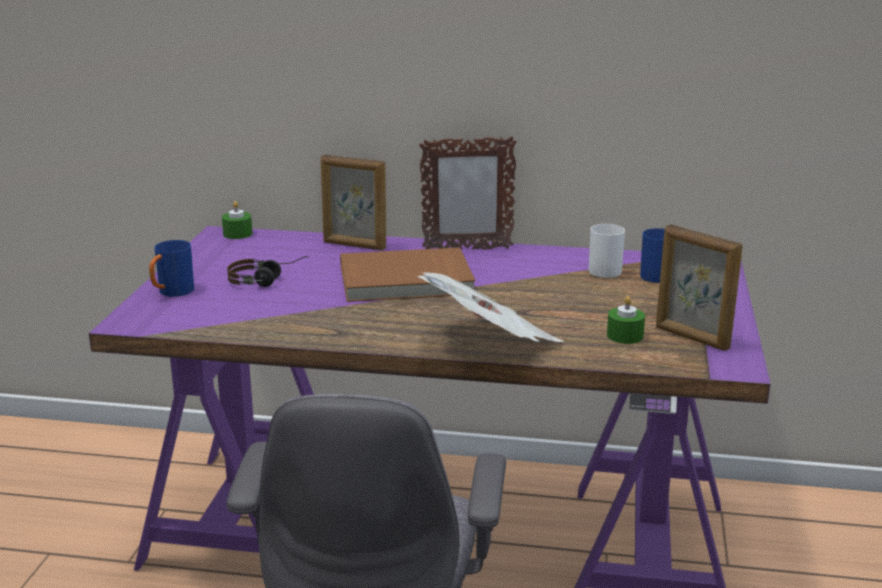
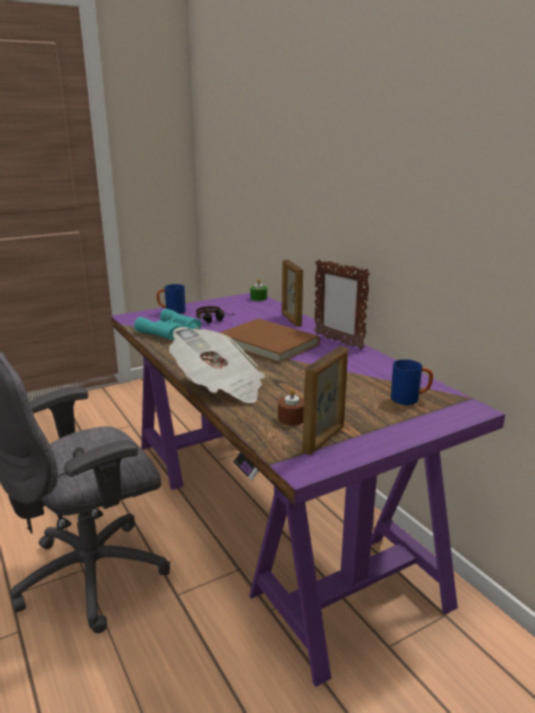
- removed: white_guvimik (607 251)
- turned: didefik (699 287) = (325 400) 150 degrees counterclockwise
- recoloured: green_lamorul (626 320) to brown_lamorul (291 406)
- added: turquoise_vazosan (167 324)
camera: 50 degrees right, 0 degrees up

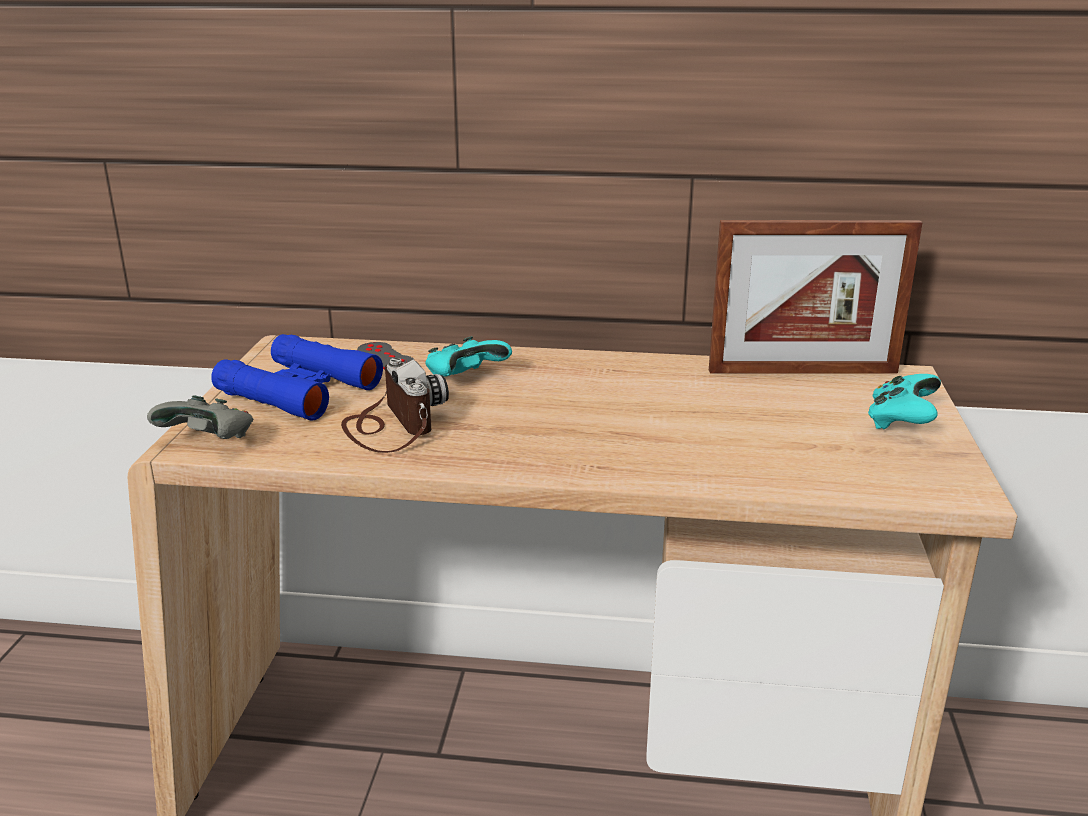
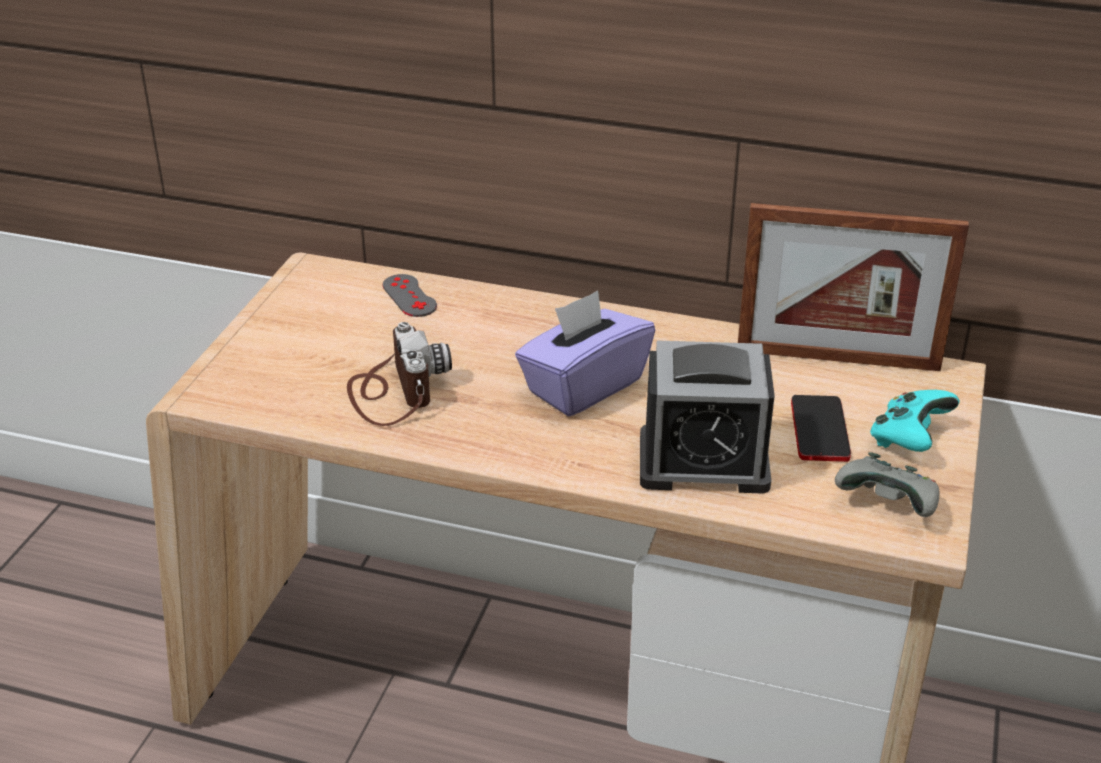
- removed: blue_vazosan (297 377)
- removed: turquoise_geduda (468 356)
- moved: grey_geduda (200 417) to (887 484)
- added: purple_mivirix (585 353)
- added: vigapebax (707 417)
- added: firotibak (821 428)
camera: 10 degrees right, 10 degrees up

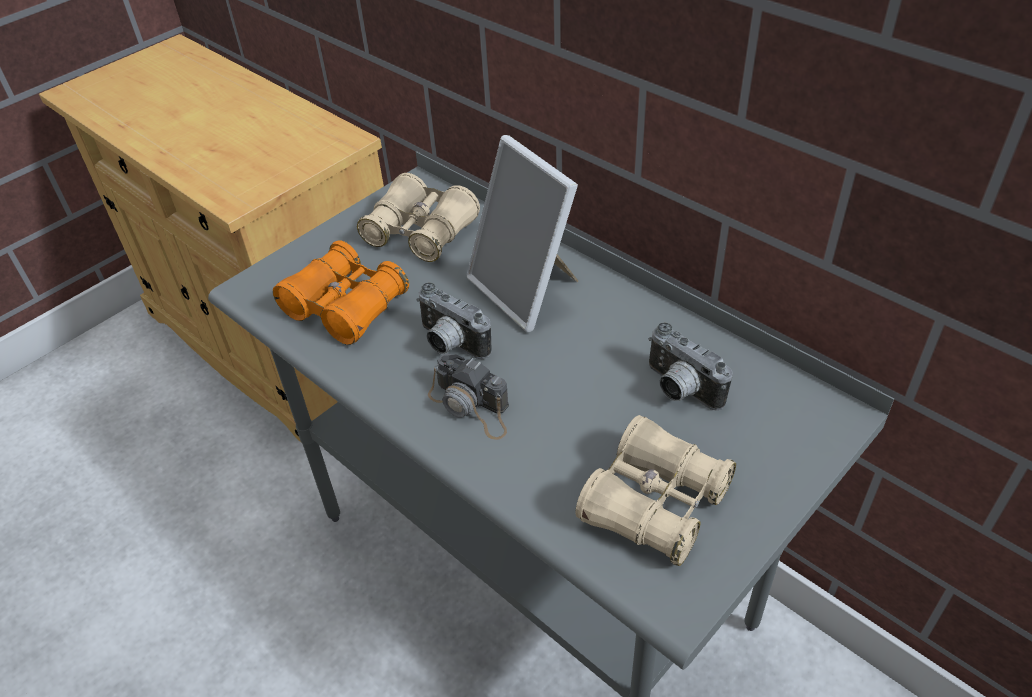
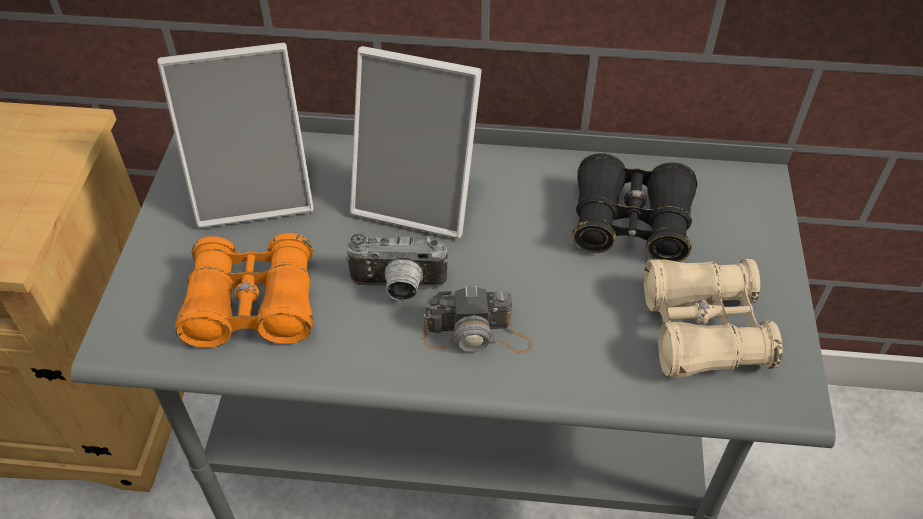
- replaced: beige_vazosan (418 217) to didefik (235 135)
- replaced: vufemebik (690 366) to black_vazosan (634 207)
camera: 40 degrees left, 5 degrees up

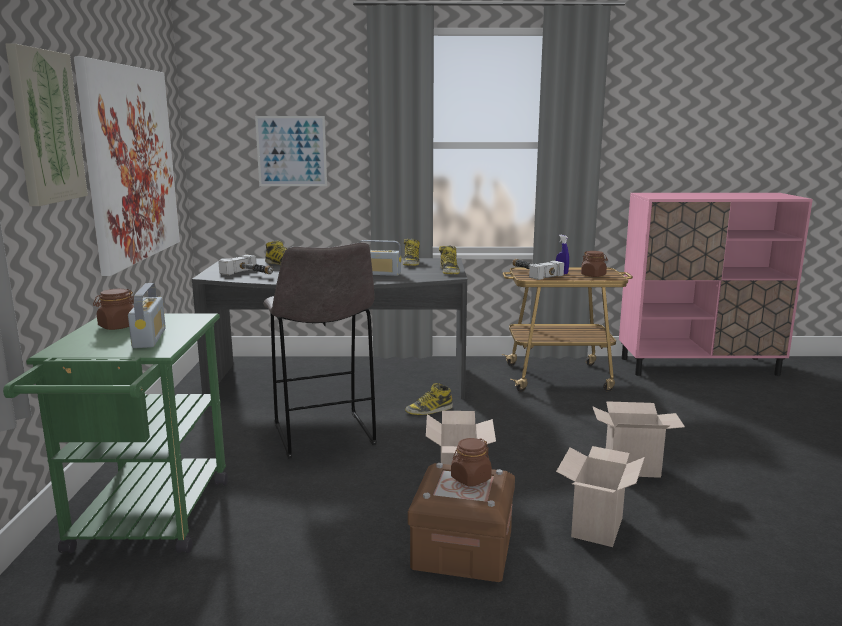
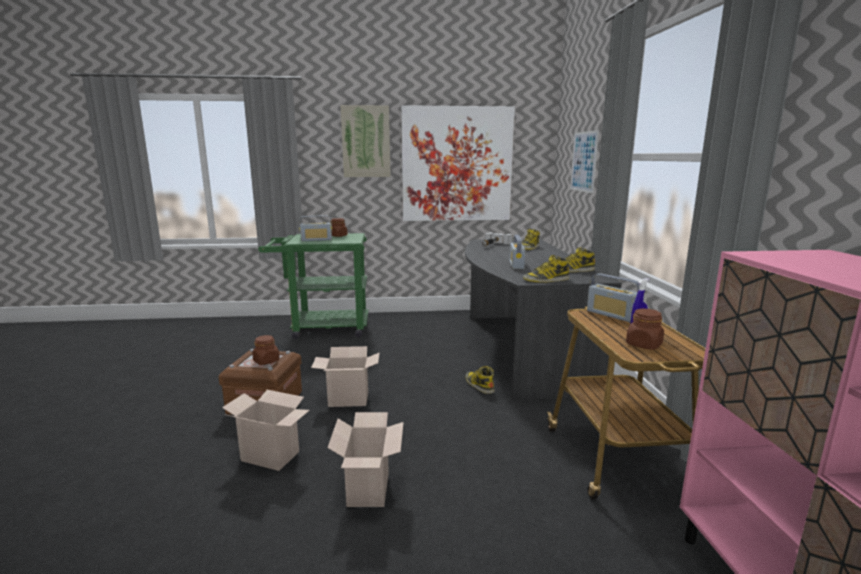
- removed: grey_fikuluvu (320 351)
- replaced: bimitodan (538 269) to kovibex (613 297)
camera: 85 degrees right, 0 degrees up

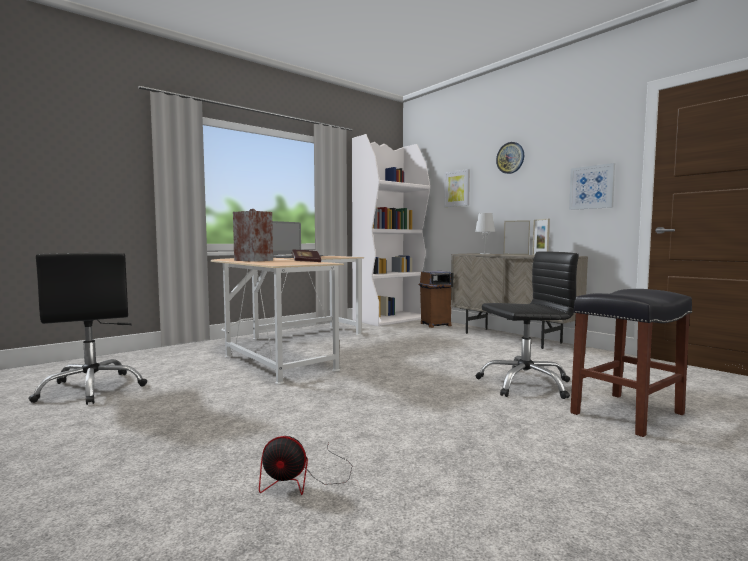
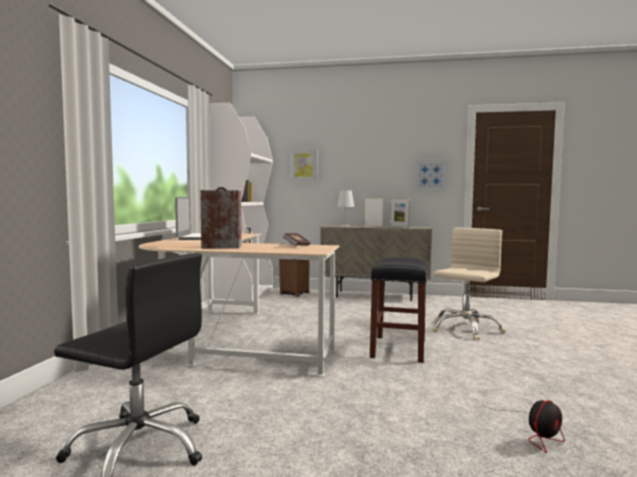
- removed: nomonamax (510 158)
- recoloured: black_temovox (527 325) to beige_temovox (468 284)
- moved: black_fikuluvu (631 363) to (398 310)
camera: 40 degrees left, 0 degrees up

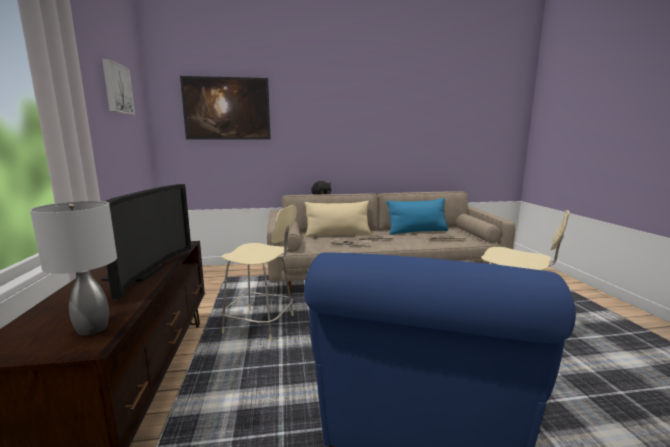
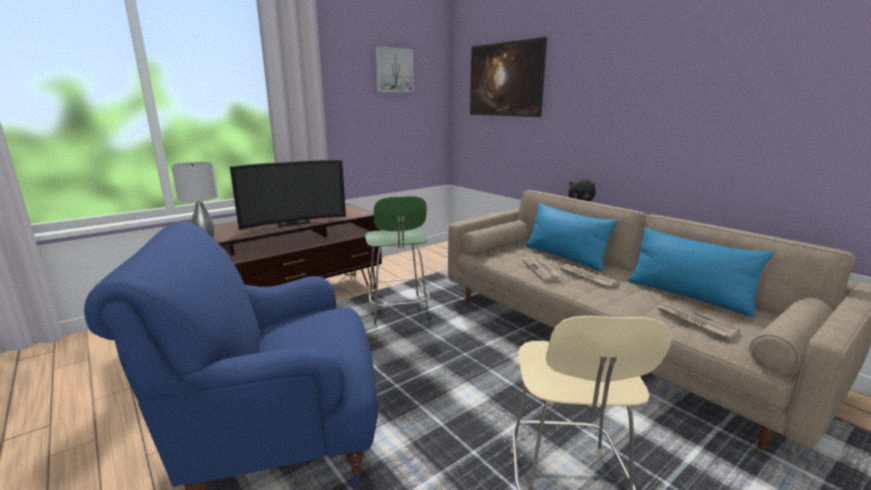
- recoloured: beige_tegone (338 219) to blue_tegone (571 237)
- recoloured: beige_fikuluvu (259 273) to green_fikuluvu (397 260)
camera: 60 degrees right, 5 degrees up

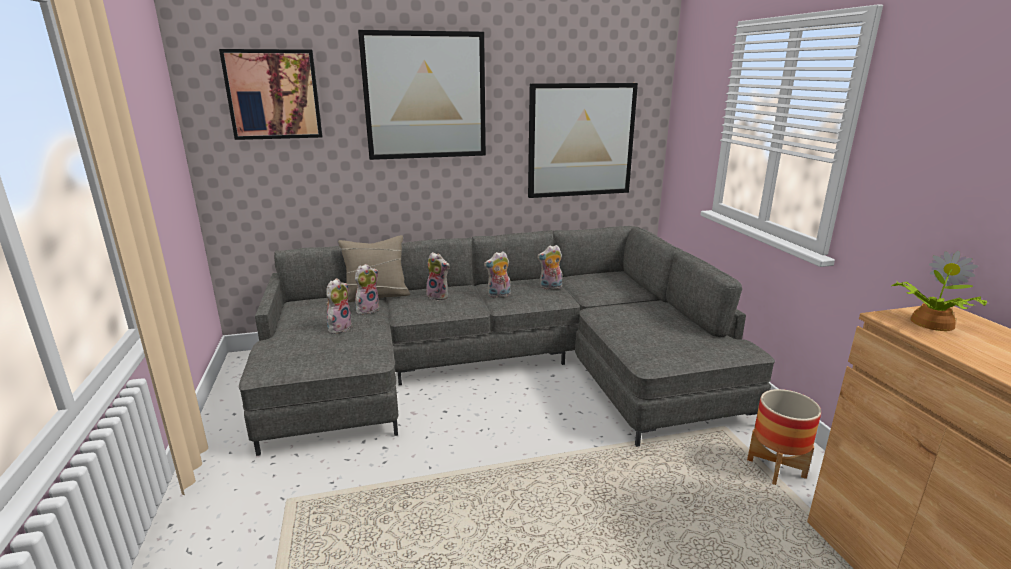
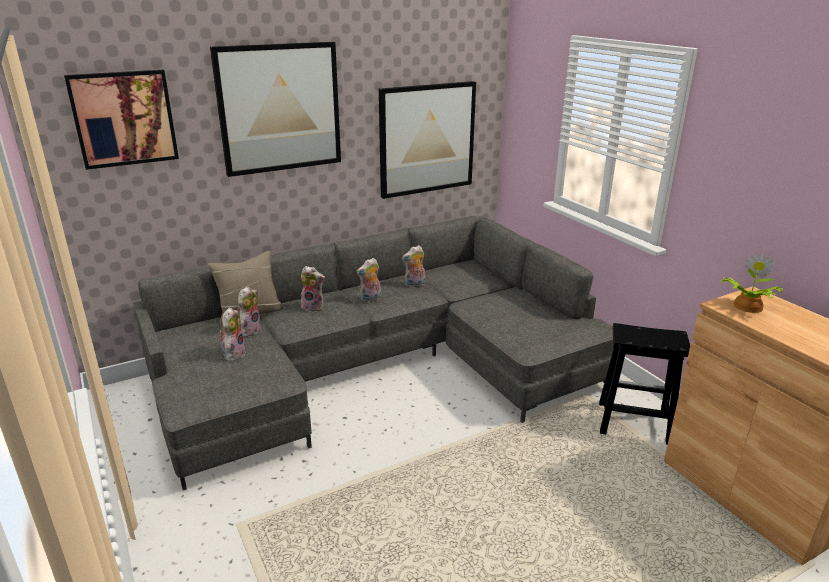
- replaced: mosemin (784 437) to black_fikuluvu (644 384)
camera: 15 degrees left, 5 degrees up

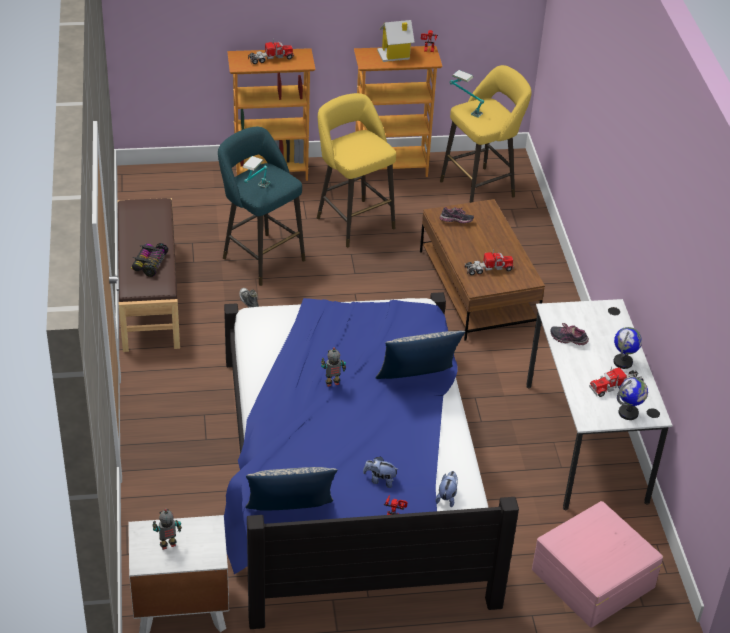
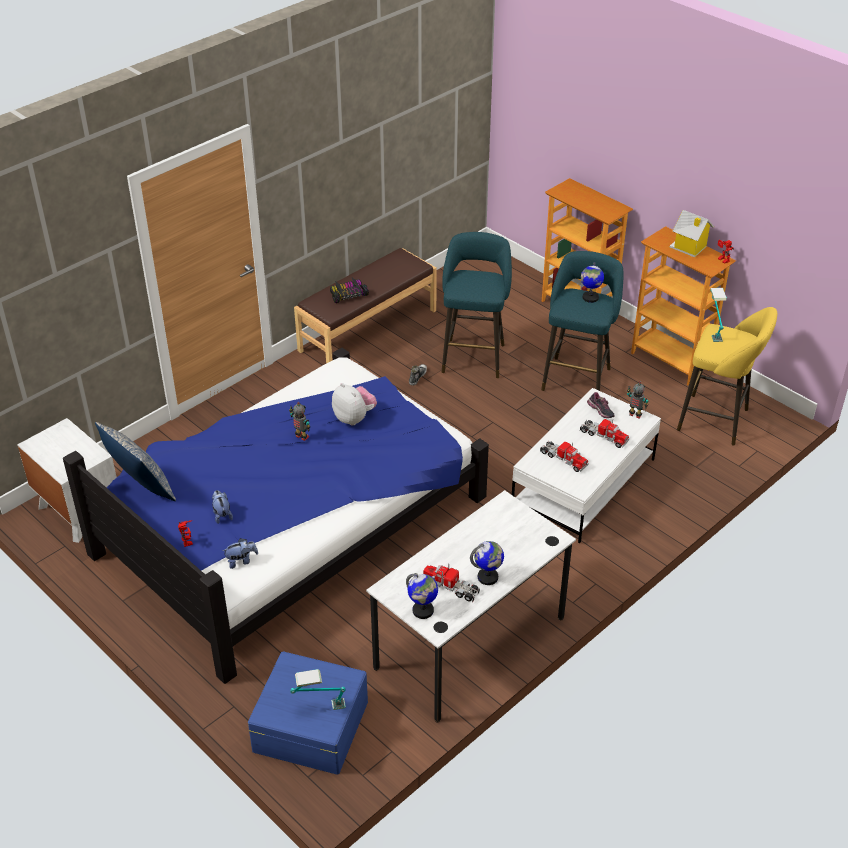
- moved: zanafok (271 51) to (604 433)
- recoloured: yellow_fikuluvu (356 170) to turquoise_fikuluvu (582 321)
- moved: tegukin (256 172) to (318 689)
- recoloured: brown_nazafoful (482 270) to white_nazafoful (586 465)
- removed: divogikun (569 334)
- removed: tegone (420 355)
- recoloured: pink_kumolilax (597 564) to blue_kumolilax (308 713)
- moved: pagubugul (167 529) to (637 399)
- added: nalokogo (592 282)
- added: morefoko (354 404)
camera: 55 degrees right, 0 degrees up

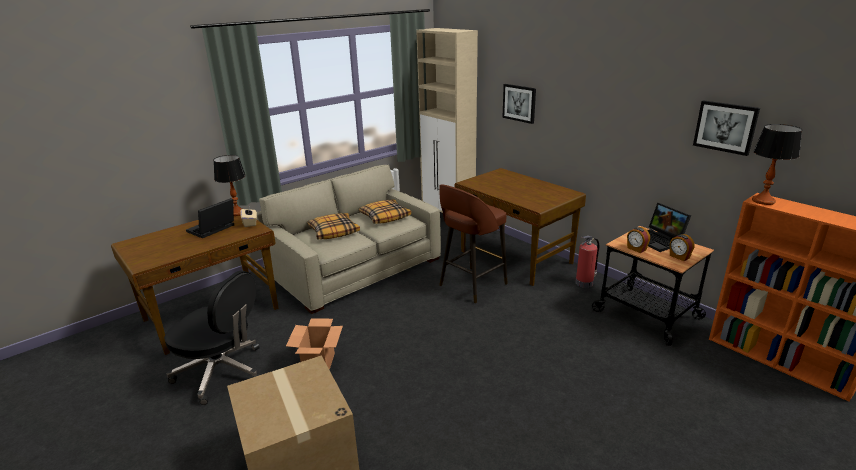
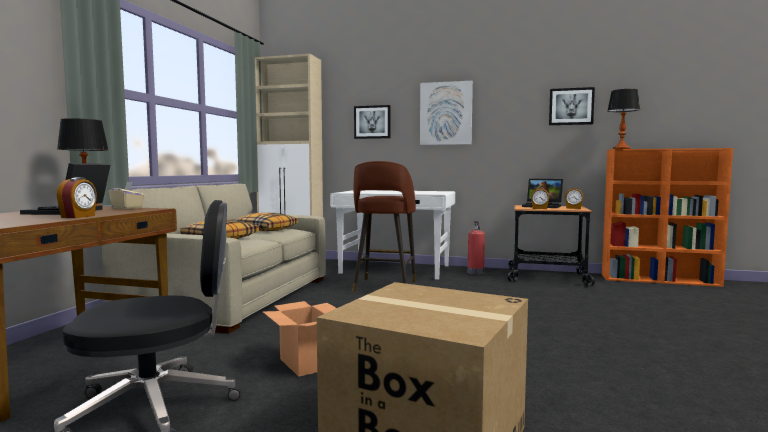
- recoloured: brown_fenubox (520 227) to white_fenubox (392 235)
- added: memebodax (446 113)
- added: vigapebax (77 197)
camera: 35 degrees left, 20 degrees down

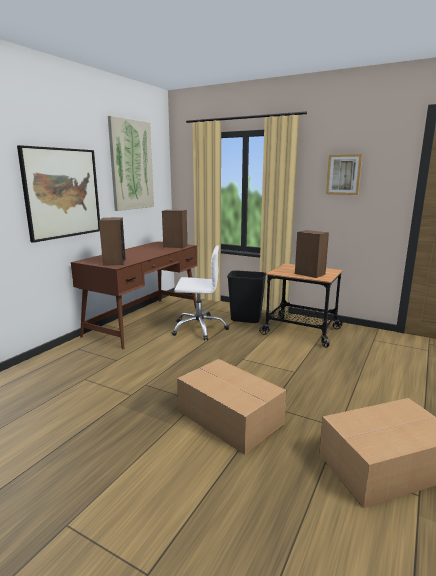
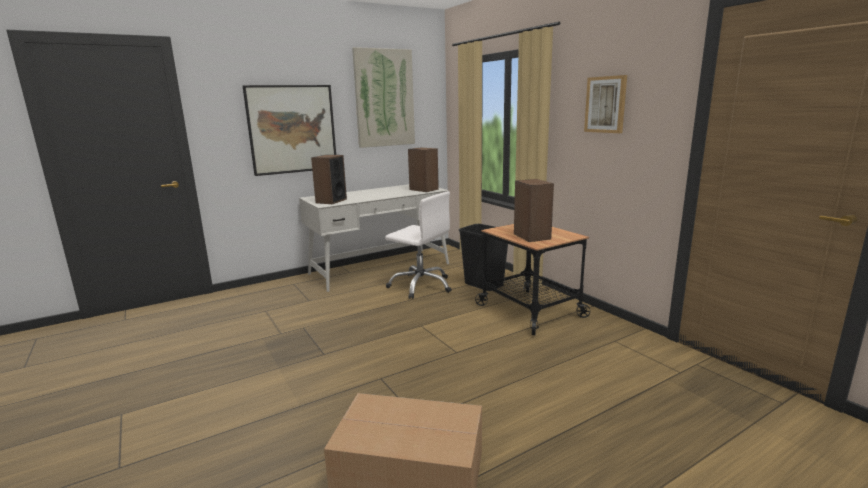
- recoloured: brown_fenubox (134 295) to white_fenubox (374 238)
- removed: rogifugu (231 407)
camera: 30 degrees right, 0 degrees up

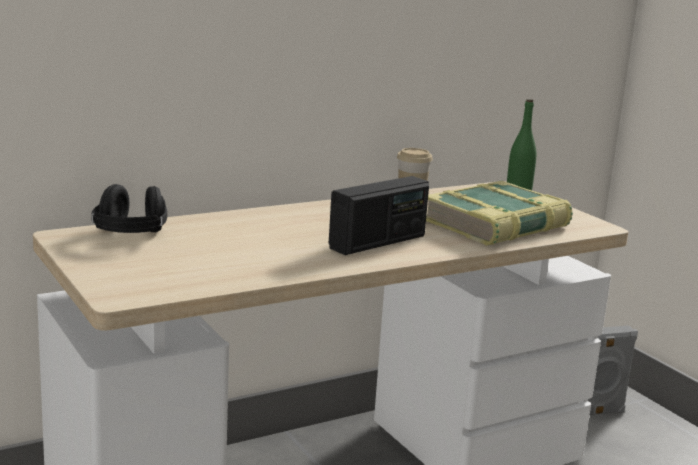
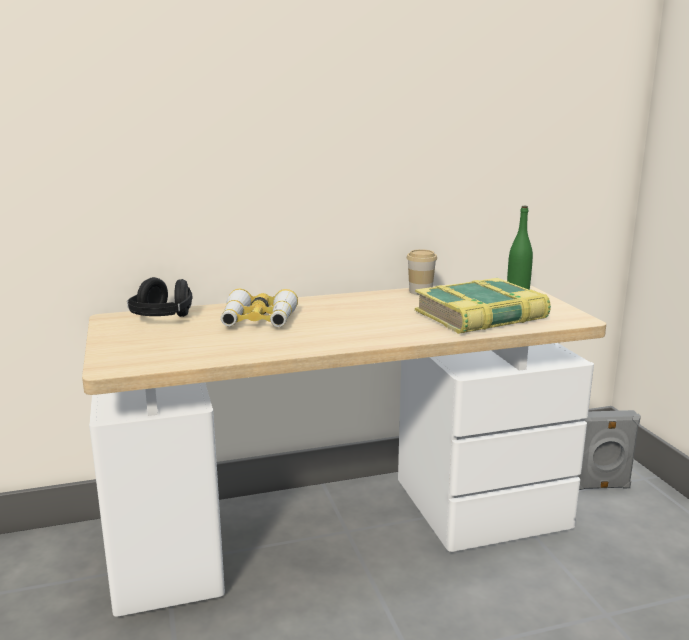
- removed: kovibex (379 215)
- added: vazosan (259 308)
camera: 15 degrees right, 0 degrees up

